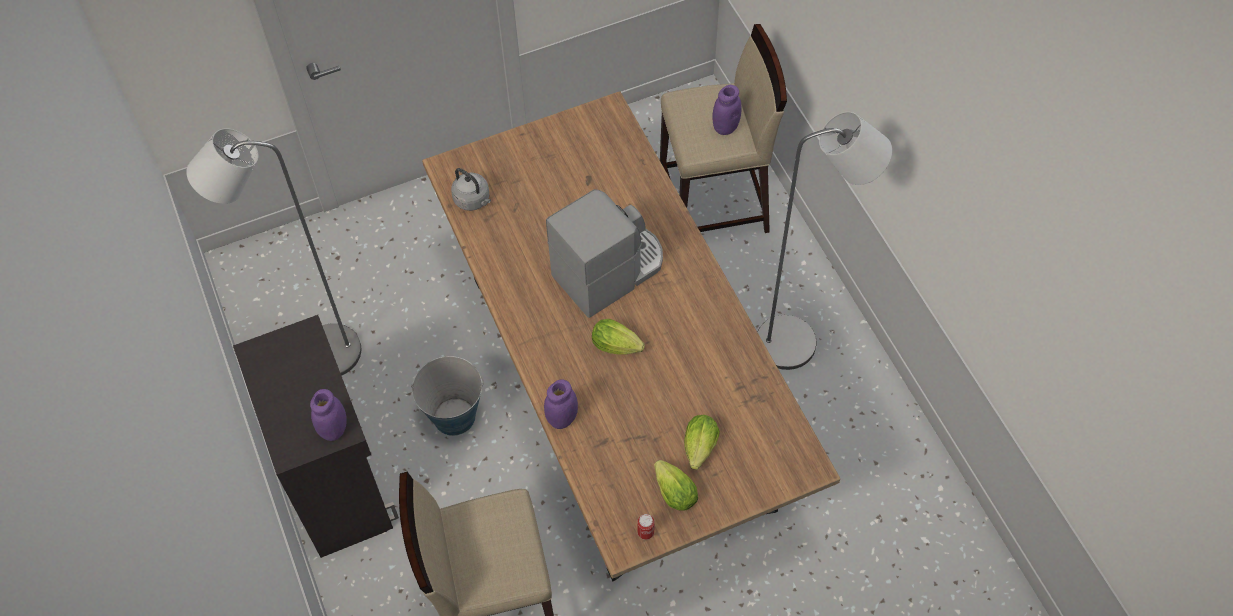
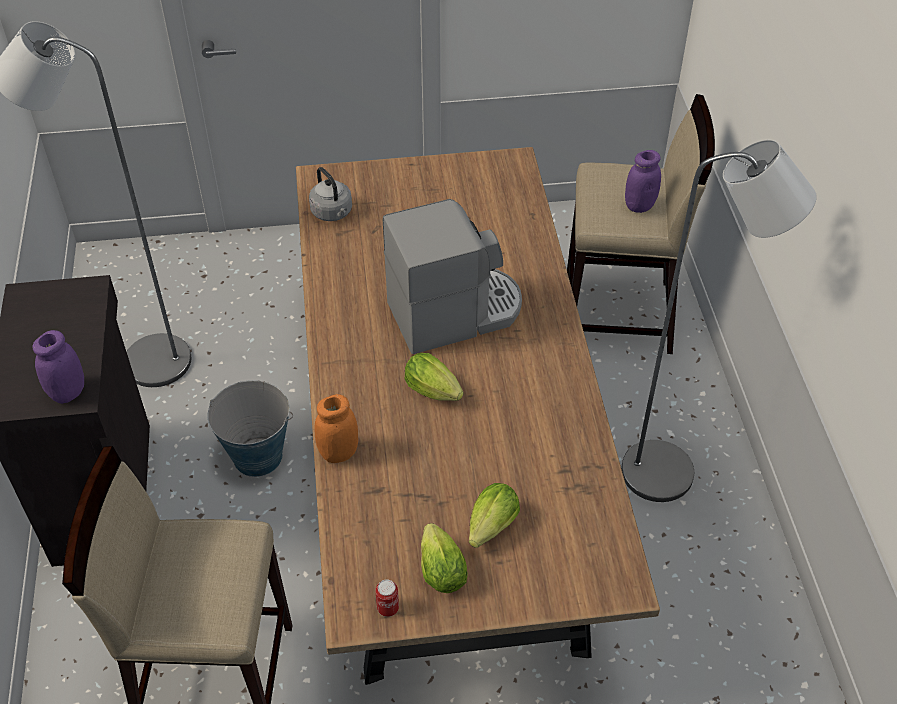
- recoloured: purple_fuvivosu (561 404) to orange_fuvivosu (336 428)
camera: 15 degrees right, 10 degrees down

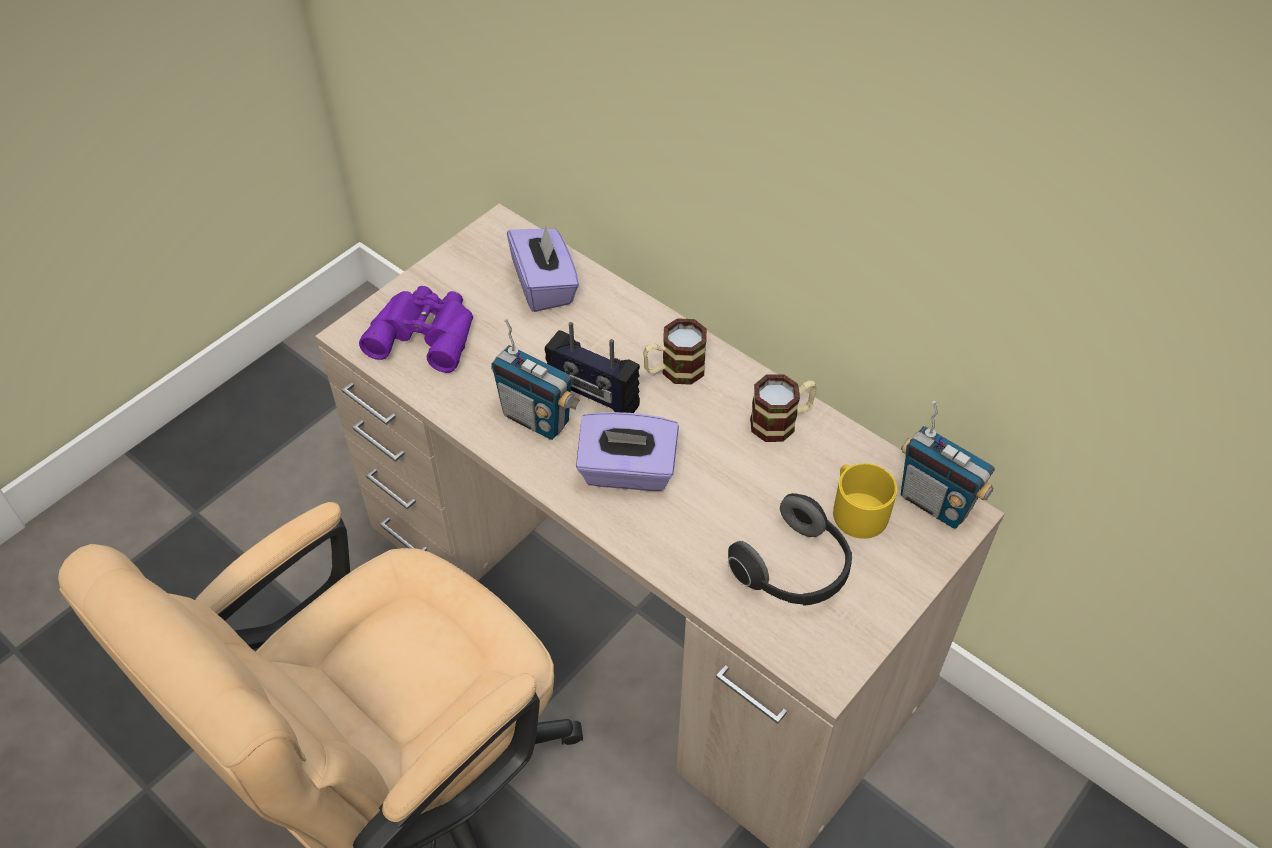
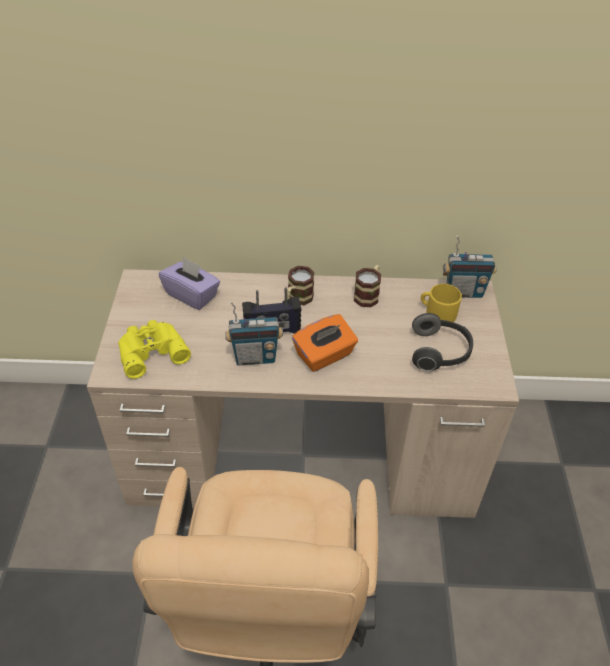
- recoloured: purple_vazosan (416 329) to yellow_vazosan (154 349)
- recoloured: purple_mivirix (627 451) to orange_mivirix (325 343)
camera: 40 degrees left, 5 degrees down

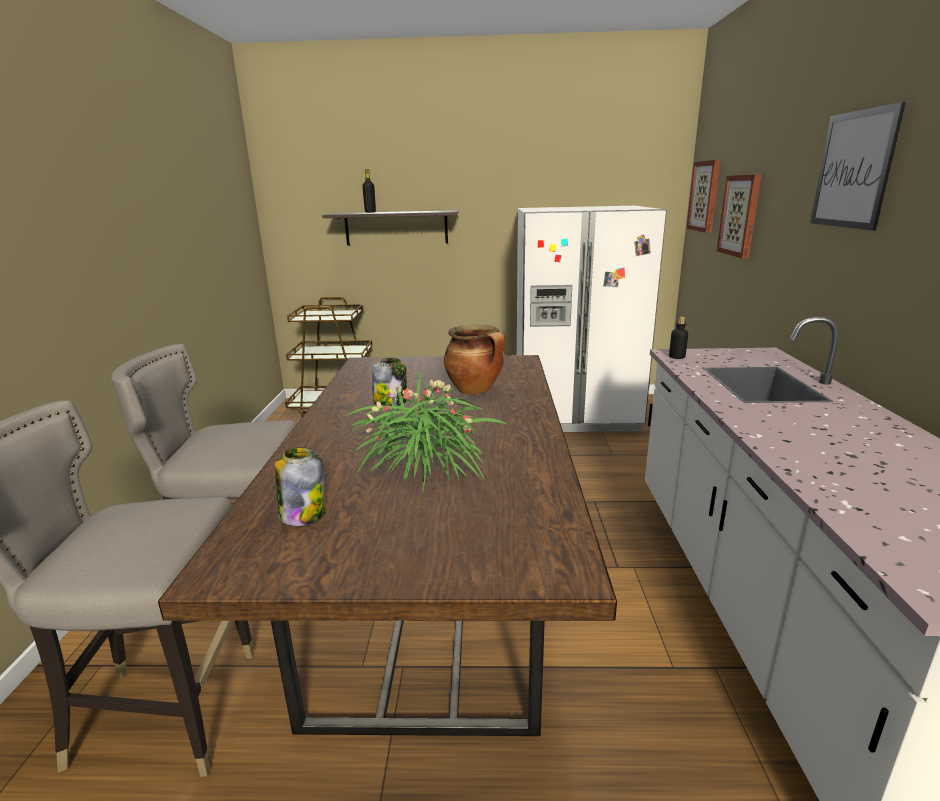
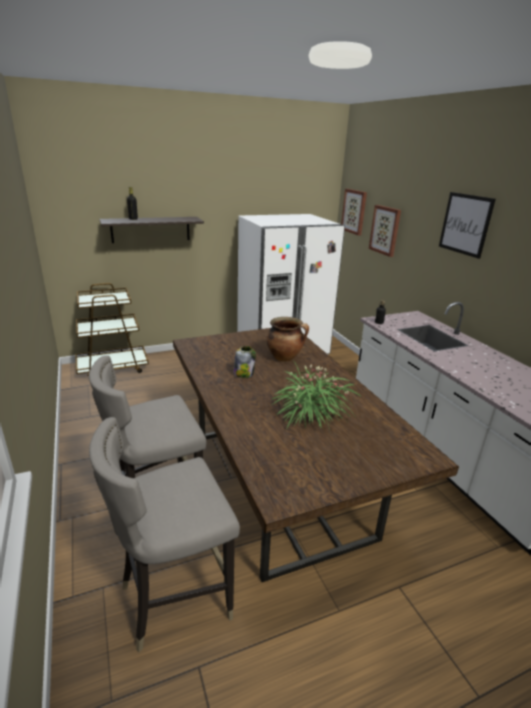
- removed: fuvivosu (300 486)
camera: 25 degrees left, 5 degrees up

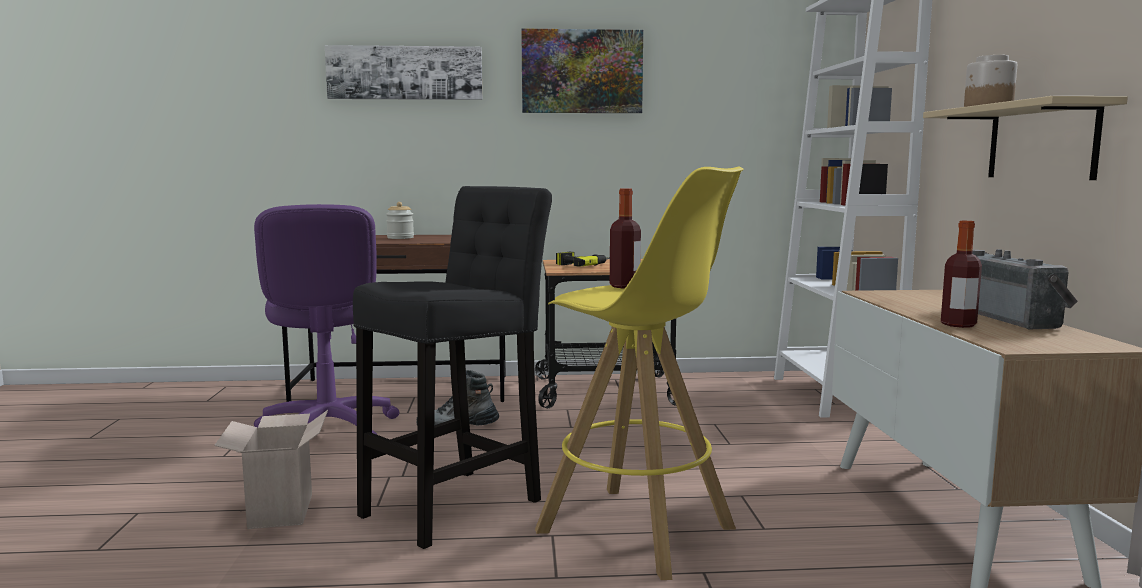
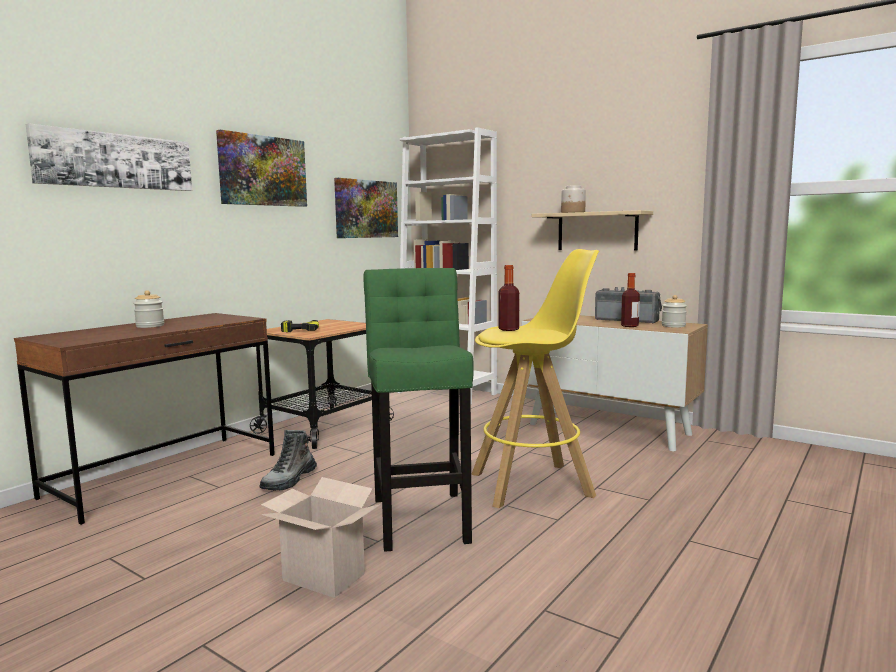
- recoloured: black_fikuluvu (452 367) to green_fikuluvu (418 410)
- removed: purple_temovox (326 319)
- added: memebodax (366 208)
- added: fuvivosu (674 311)
camera: 50 degrees left, 0 degrees up

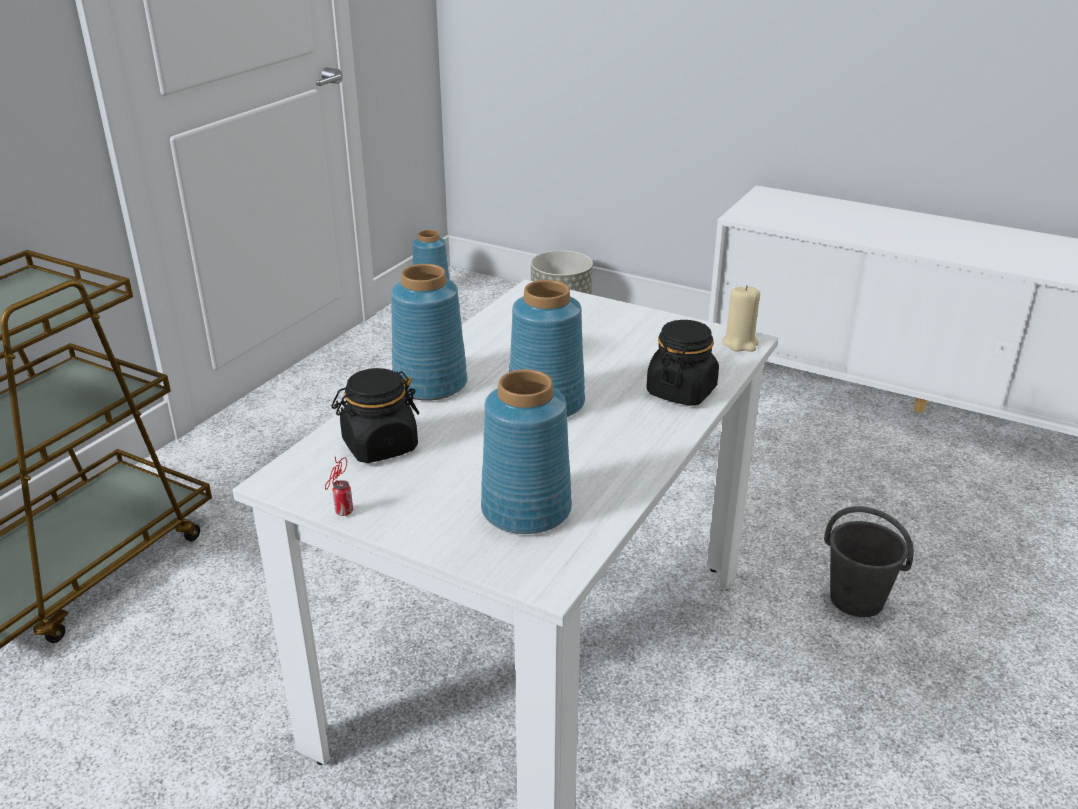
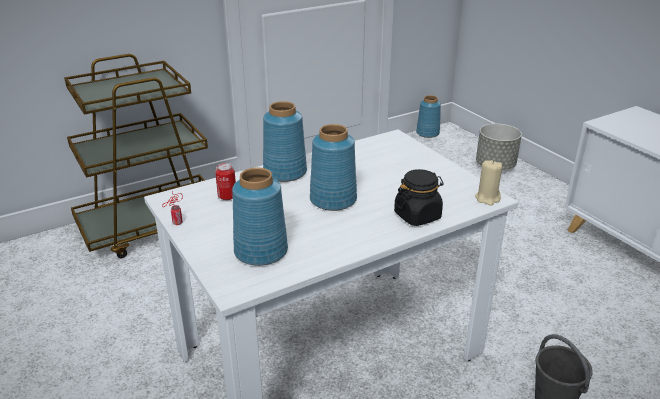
- replaced: black_fuvivosu (375 415) to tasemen (225 181)
camera: 30 degrees right, 0 degrees up

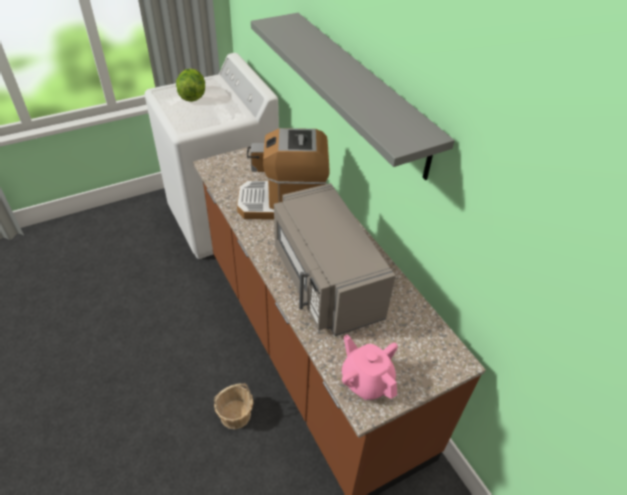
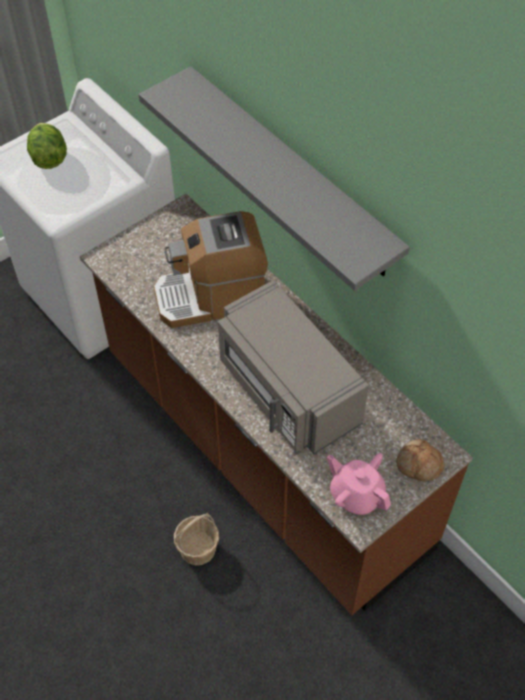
- added: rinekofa (420 460)
camera: 10 degrees left, 10 degrees up

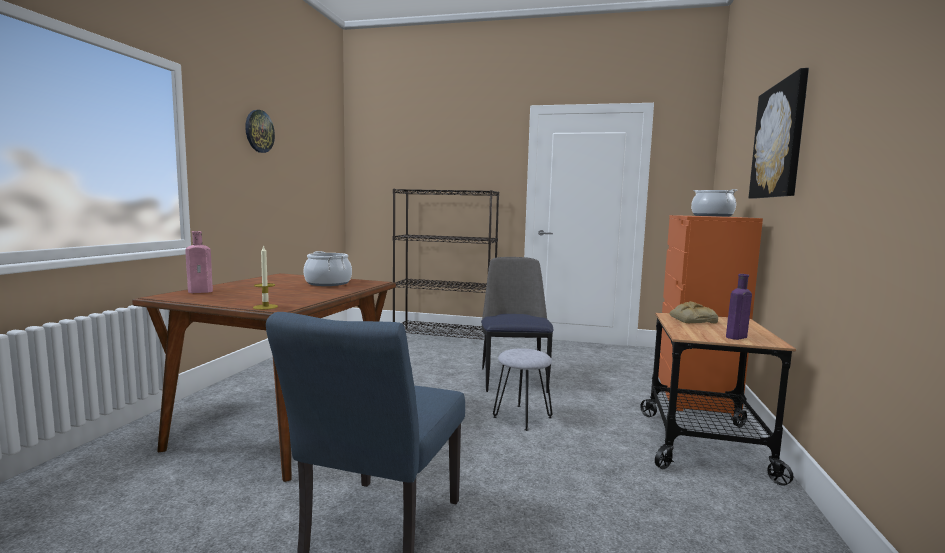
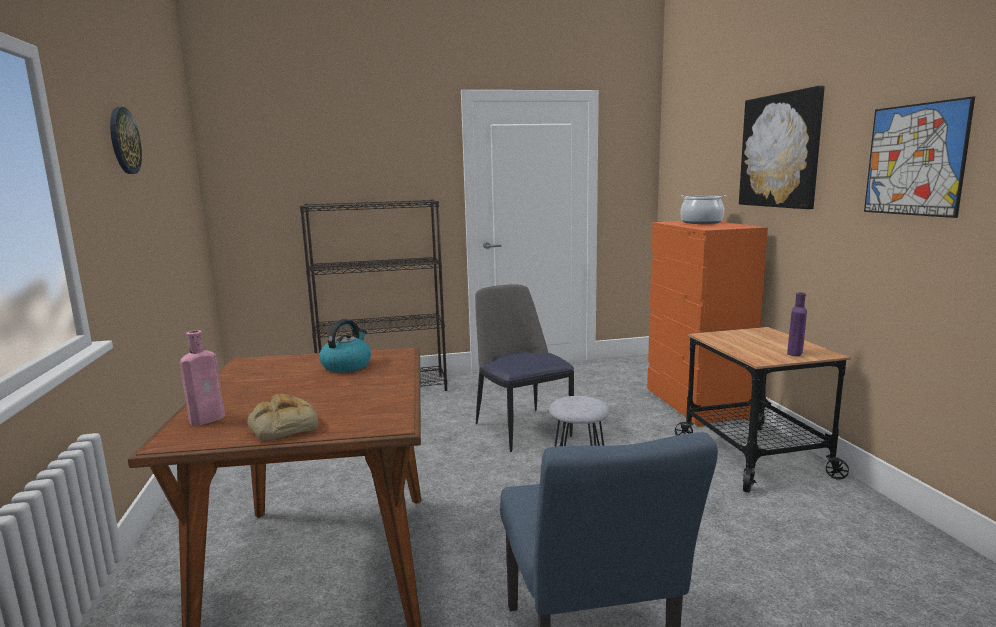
- removed: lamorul (265 277)
- replaced: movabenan (327 268) to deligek (345 345)
- moved: rinekofa (694 312) to (283 417)
- added: memebodax (919 157)
camera: 25 degrees left, 5 degrees up

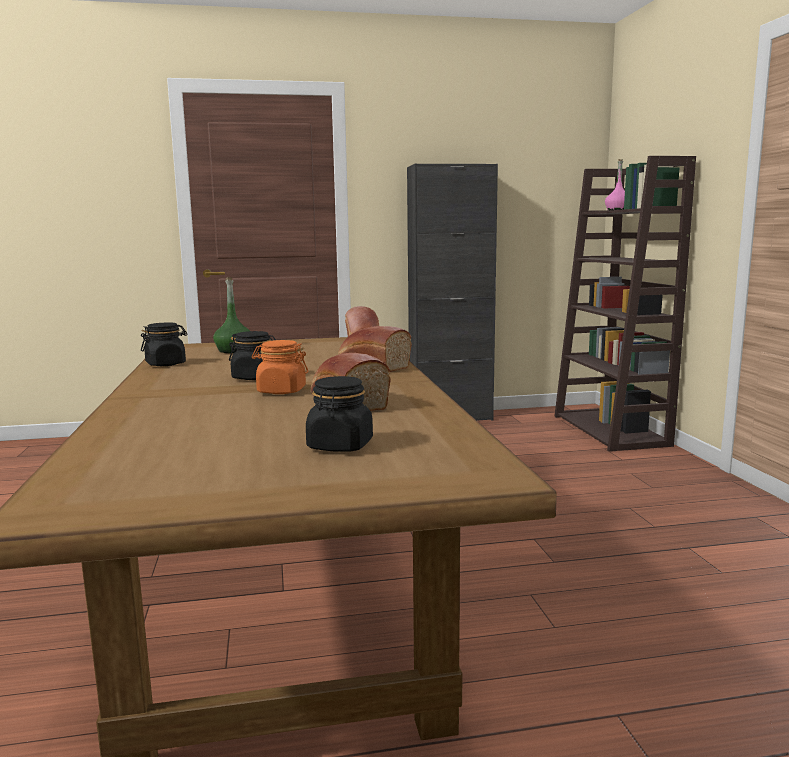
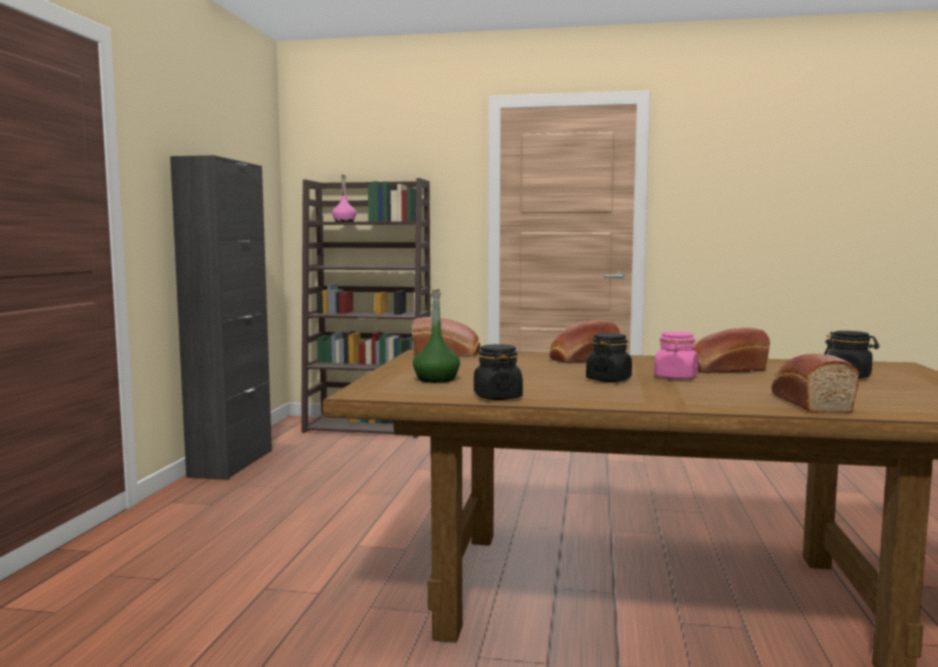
- recoloured: orange_fuvivosu (280 367) to pink_fuvivosu (676 355)
- added: rinekofa (815 383)
camera: 70 degrees left, 5 degrees down

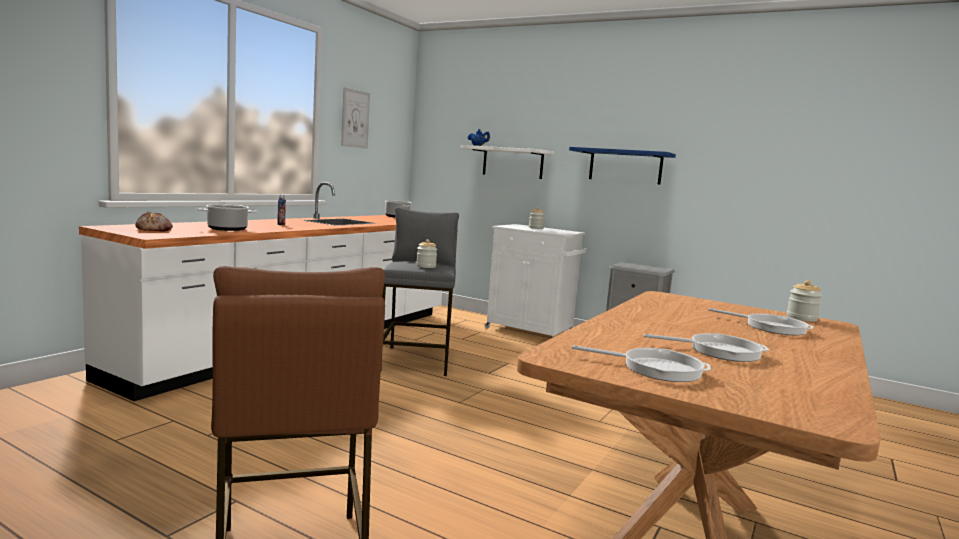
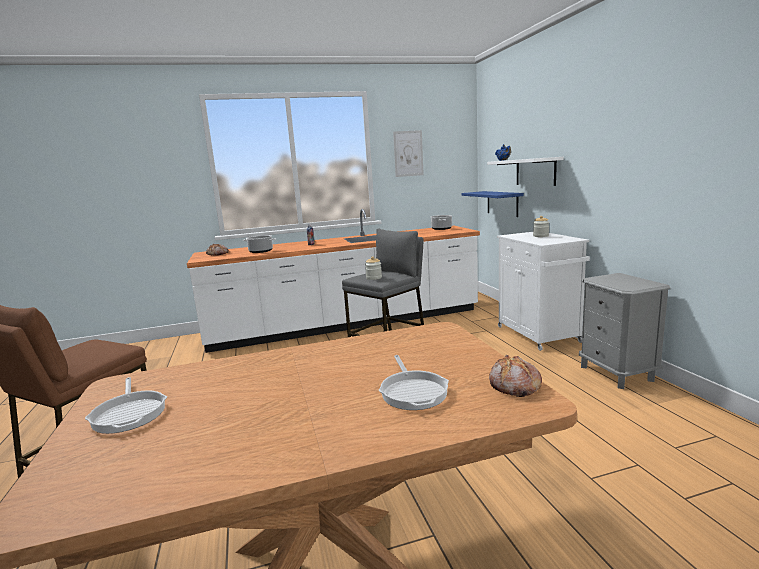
- moved: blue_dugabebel (622 165) to (493 204)
- replaced: fuvivosu (804 301) to rinekofa (515 376)
- removed: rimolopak (706 347)
camera: 45 degrees right, 5 degrees up

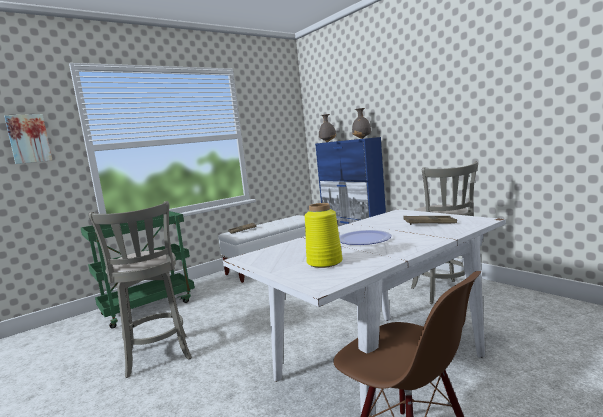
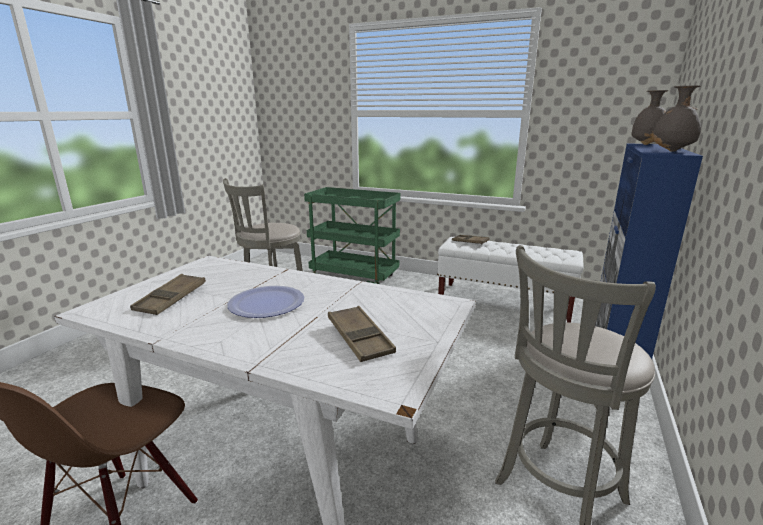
- removed: memebodax (28 139)
- replaced: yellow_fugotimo (324 235) to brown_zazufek (168 294)
camera: 60 degrees right, 10 degrees up

